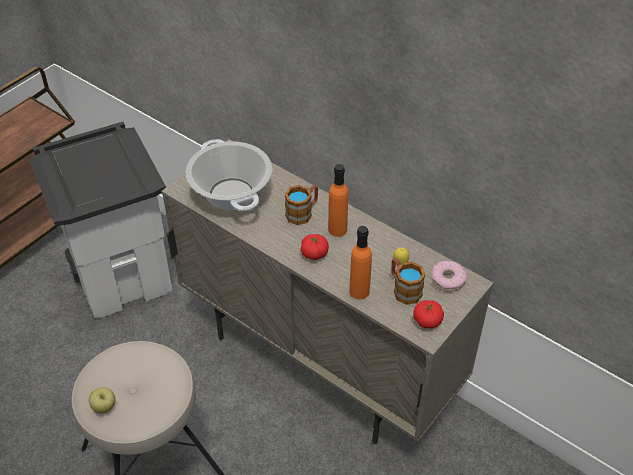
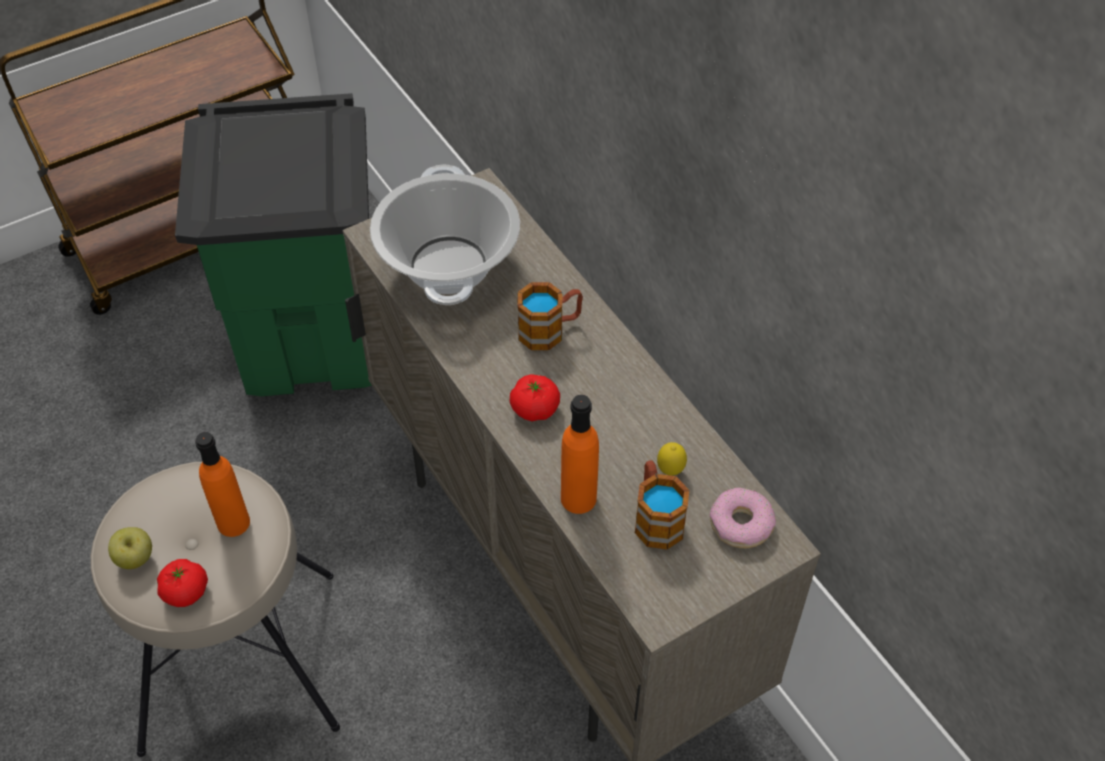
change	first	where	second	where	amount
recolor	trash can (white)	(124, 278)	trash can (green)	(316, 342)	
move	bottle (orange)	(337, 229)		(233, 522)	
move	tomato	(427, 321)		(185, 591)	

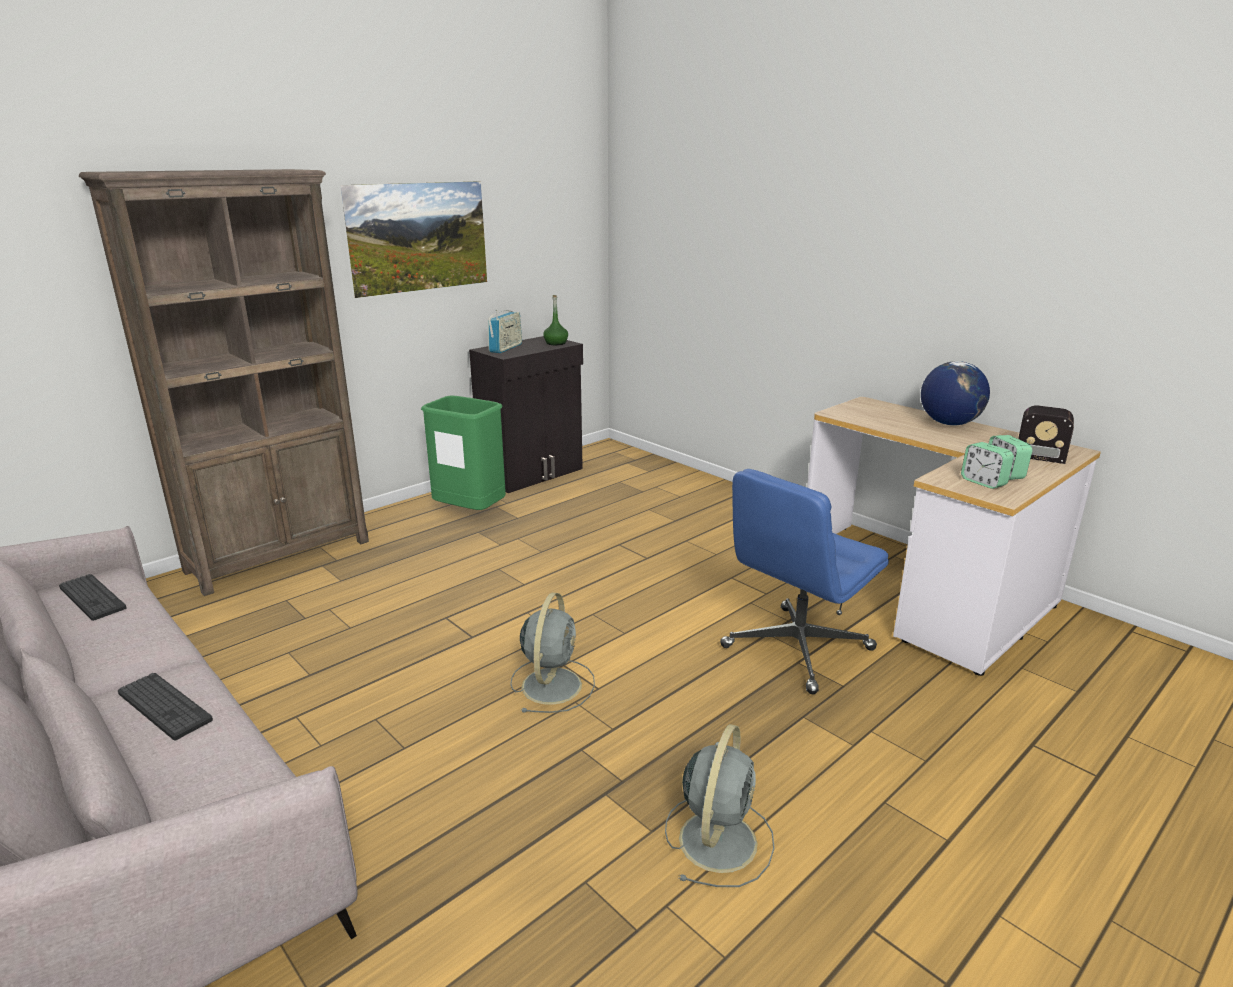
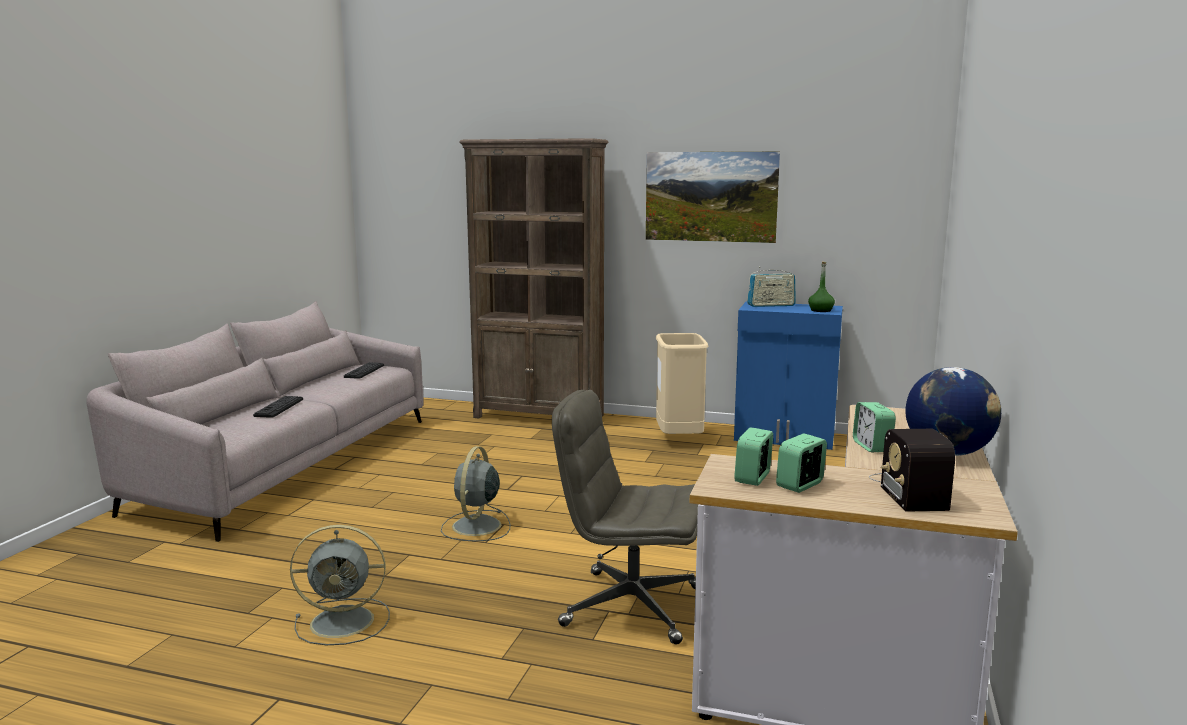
change	first	where	second	where	amount
recolor	cabinet (black)	(533, 474)	cabinet (blue)	(785, 437)	
recolor	trash can (green)	(469, 512)	trash can (beige)	(678, 439)	
recolor	office chair (blue)	(796, 649)	office chair (grey)	(630, 606)	
rotate	fan (grey)	(552, 684)		(476, 527)	120 degrees clockwise
insert			alarm clock	(872, 446)	

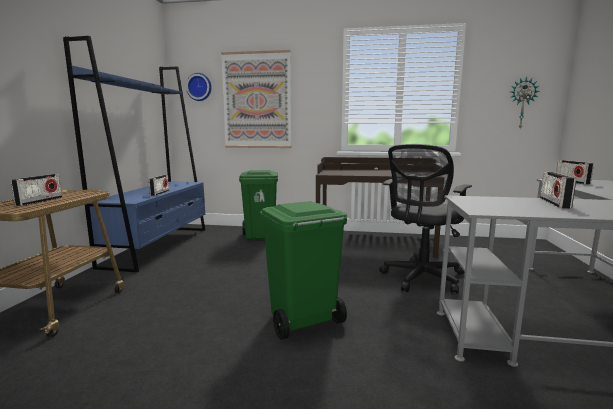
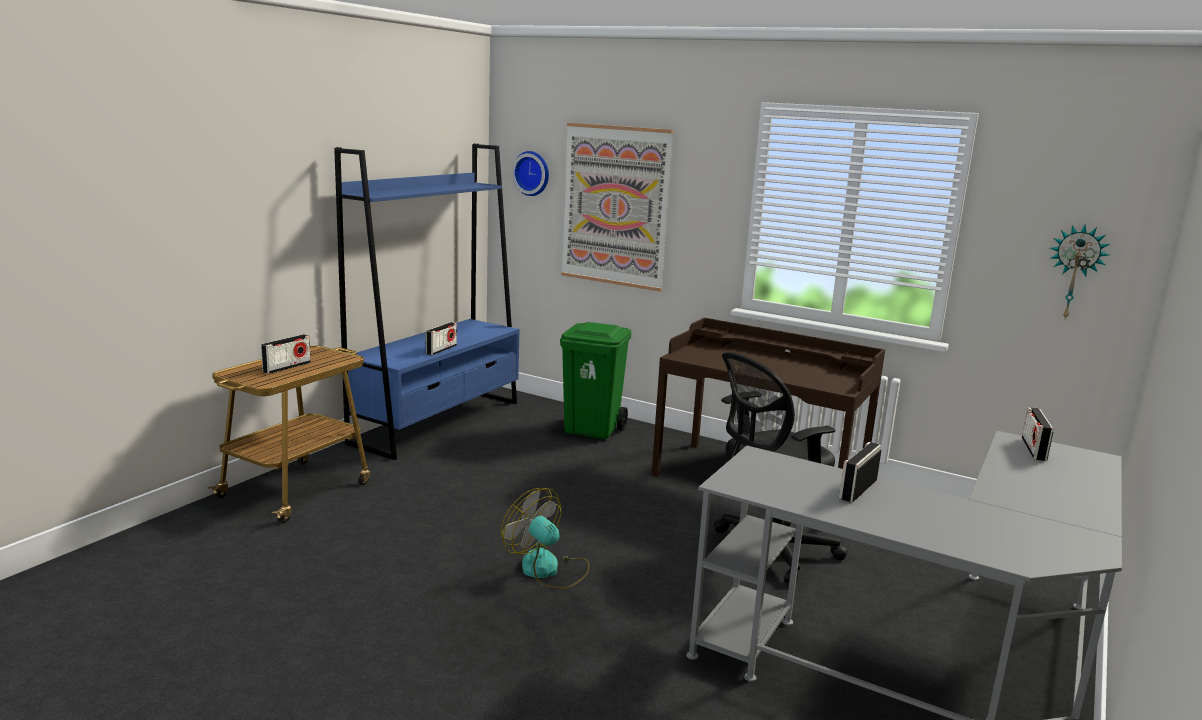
change	first	where	second	where	amount
replace	trash can (green)	(302, 321)	fan	(548, 570)	

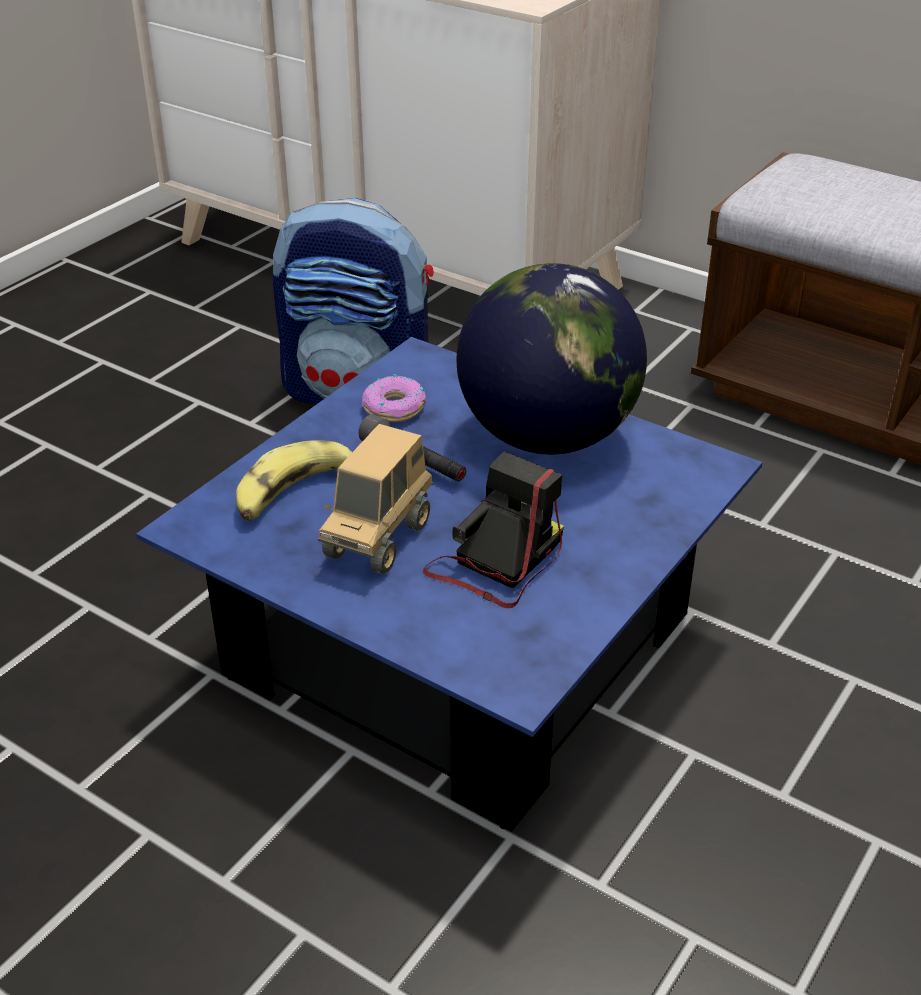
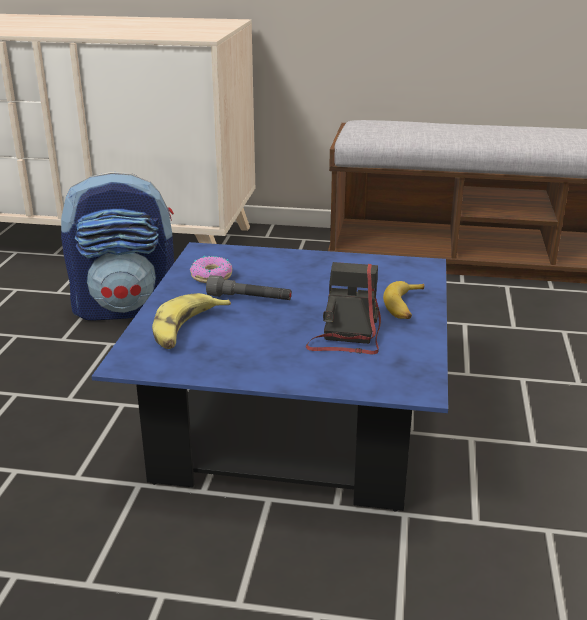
change	first	where	second	where	amount
delete	globe	(547, 438)			
delete	toy truck	(378, 539)			
insert			banana	(405, 307)	

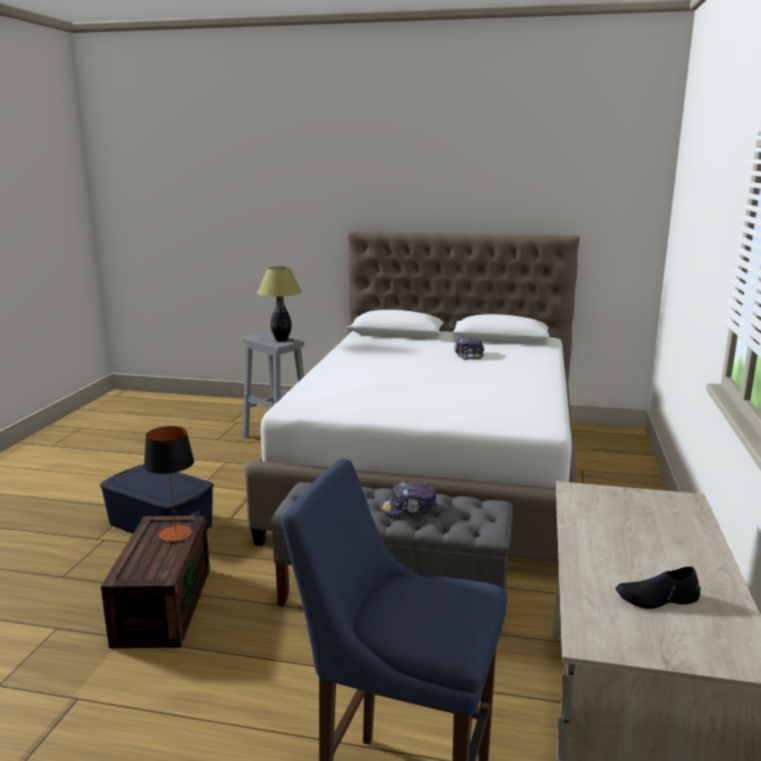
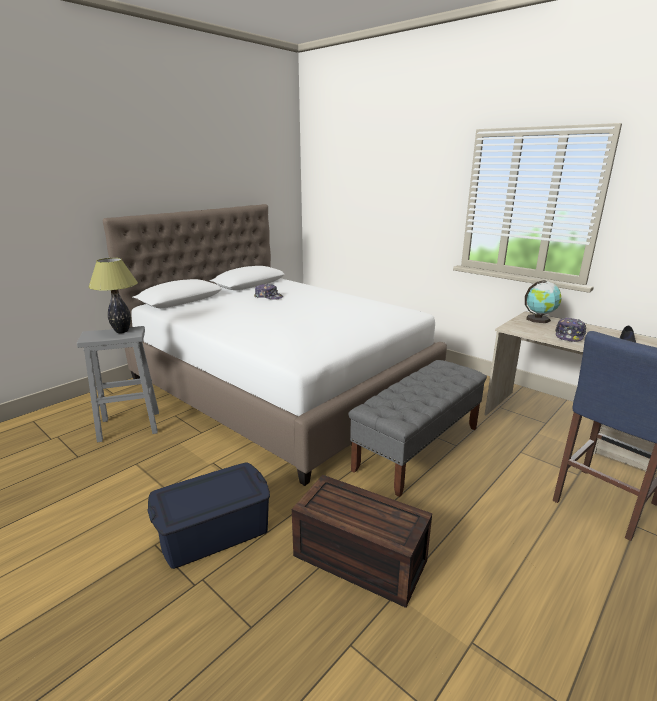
change	first	where	second	where	amount
delete	table lamp	(175, 533)			
move	cap	(408, 508)		(569, 335)	
insert			globe	(539, 319)	

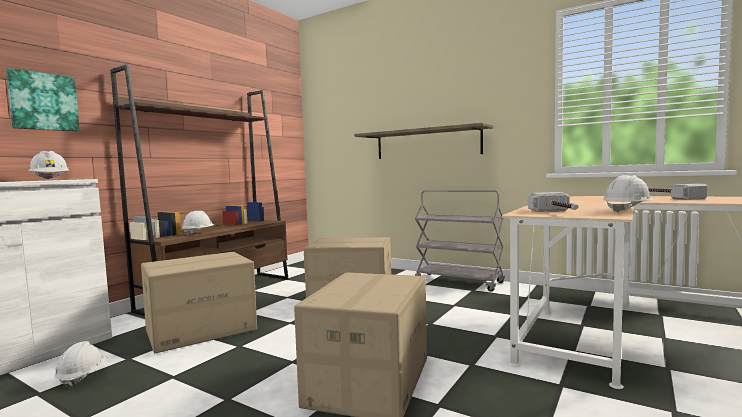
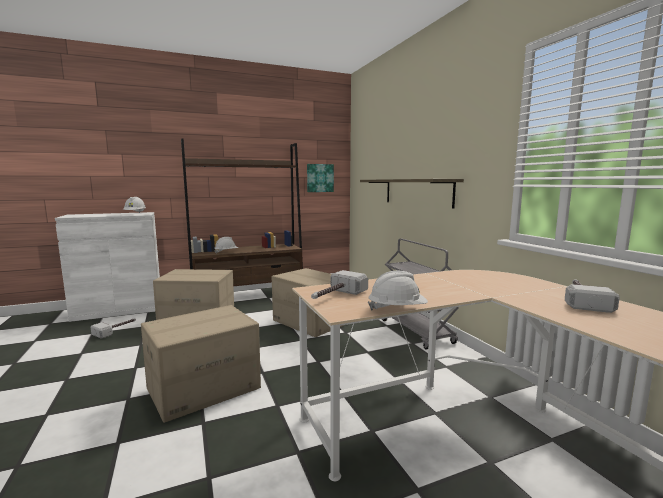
change	first	where	second	where	amount
move	picture	(43, 102)		(320, 178)	
replace	hard hat (white)	(82, 377)	hammer	(116, 330)	

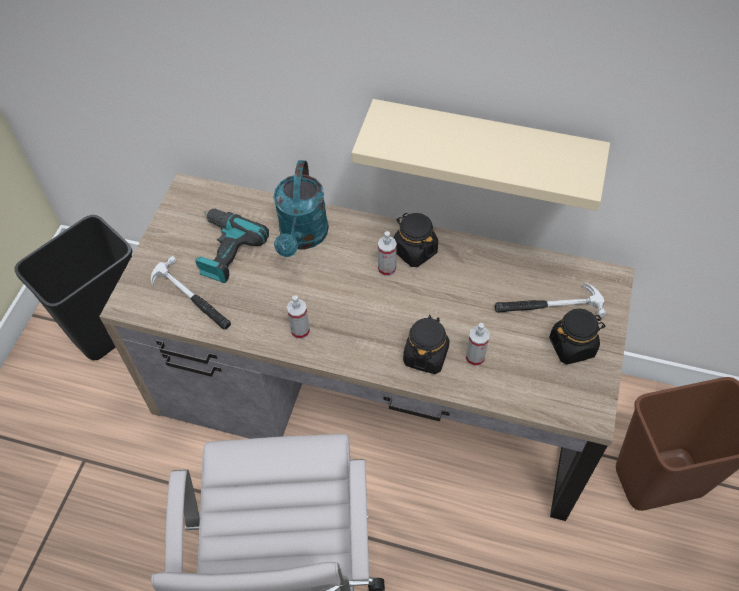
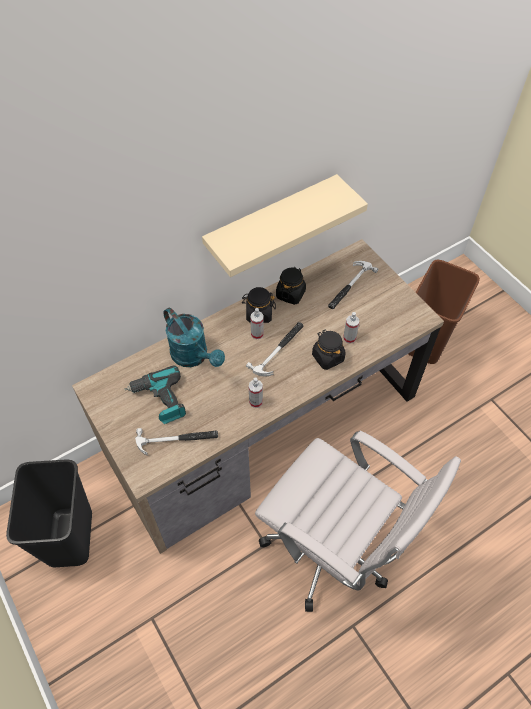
change	first	where	second	where	amount
move	jar (black)	(572, 346)		(290, 294)	
insert			hammer	(279, 350)	

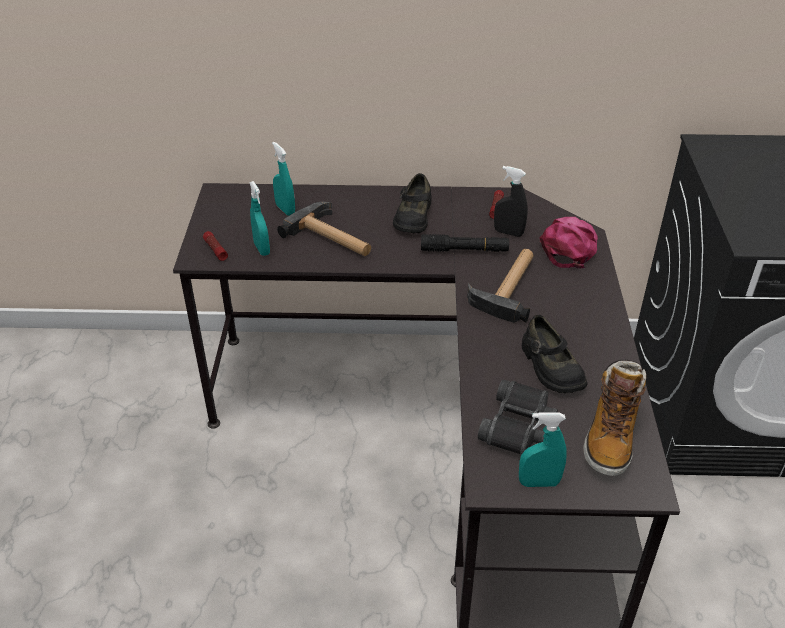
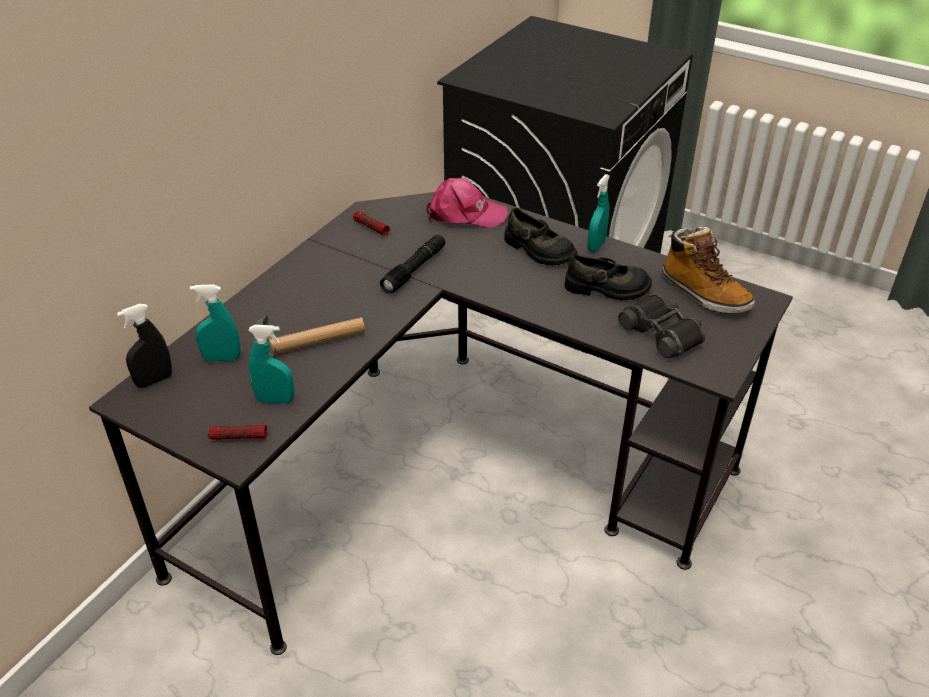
change	first	where	second	where	amount
move	spray bottle (black)	(508, 233)		(154, 380)	
move	shoe (black)	(413, 216)		(538, 250)	
rotate	cap (pink)	(569, 246)		(465, 214)	135 degrees clockwise
delete	hammer	(509, 287)			
move	spray bottle (turquoise)	(539, 483)		(596, 246)	

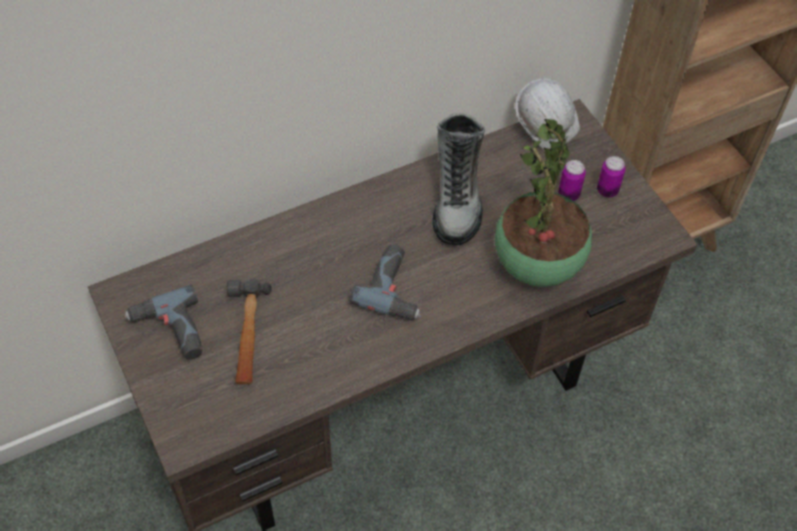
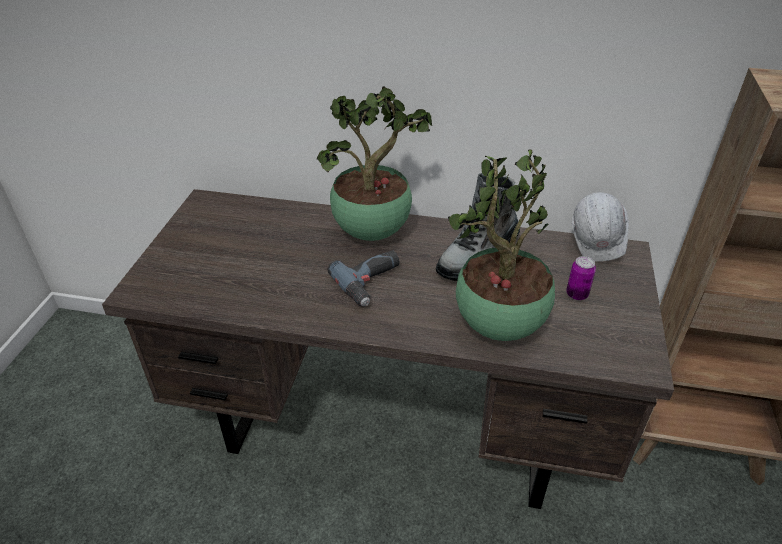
change	first	where	second	where	amount
delete	can	(607, 190)			
delete	hammer	(246, 335)			
delete	power drill	(169, 332)			
insert			potted plant	(374, 232)	

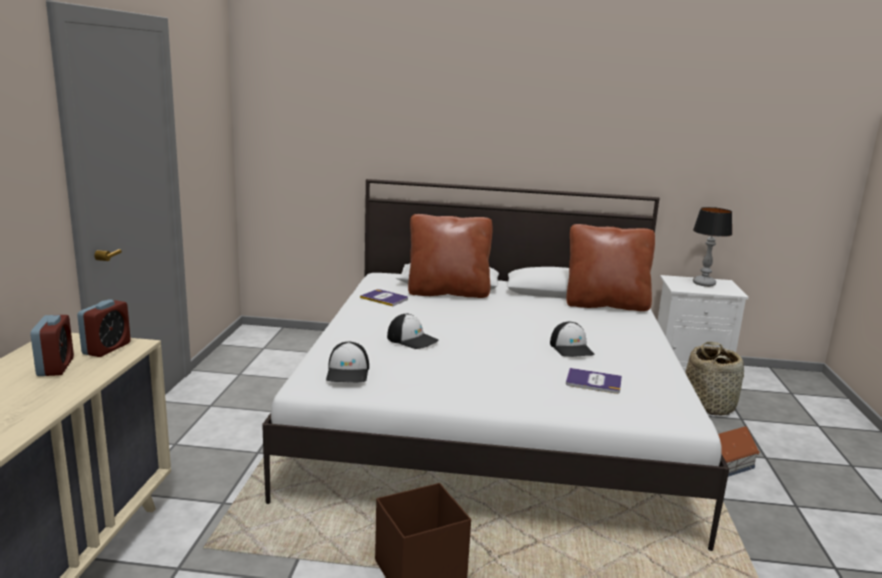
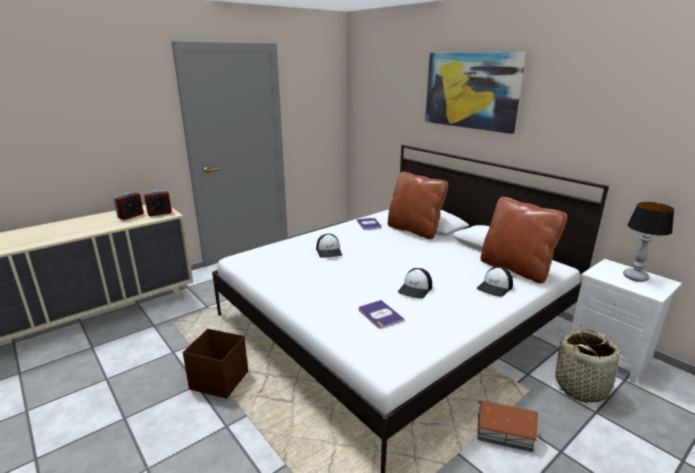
change	first	where	second	where	amount
move	cap	(348, 372)		(495, 287)	
insert			picture	(471, 90)	

